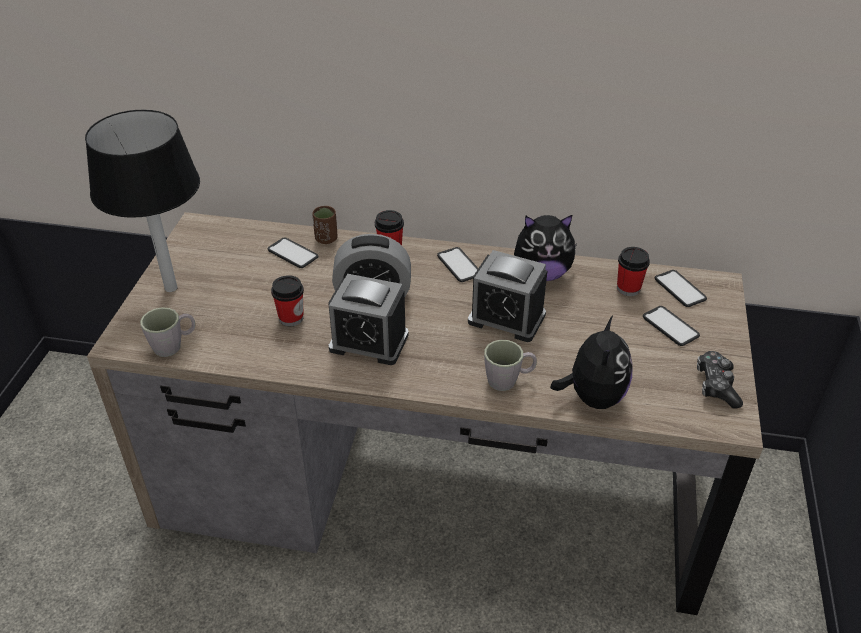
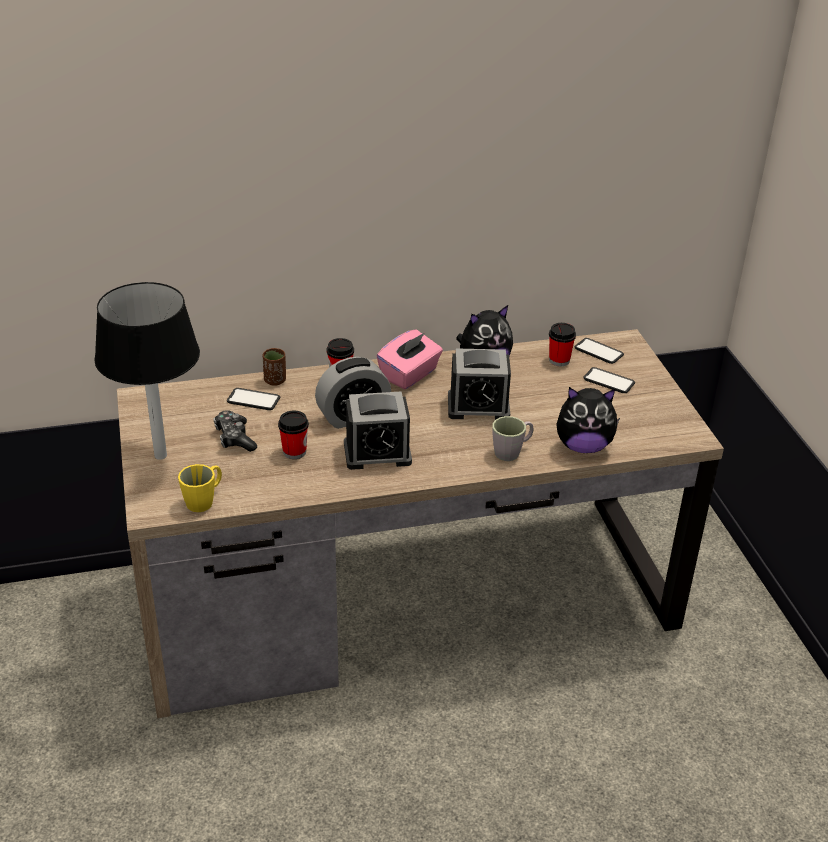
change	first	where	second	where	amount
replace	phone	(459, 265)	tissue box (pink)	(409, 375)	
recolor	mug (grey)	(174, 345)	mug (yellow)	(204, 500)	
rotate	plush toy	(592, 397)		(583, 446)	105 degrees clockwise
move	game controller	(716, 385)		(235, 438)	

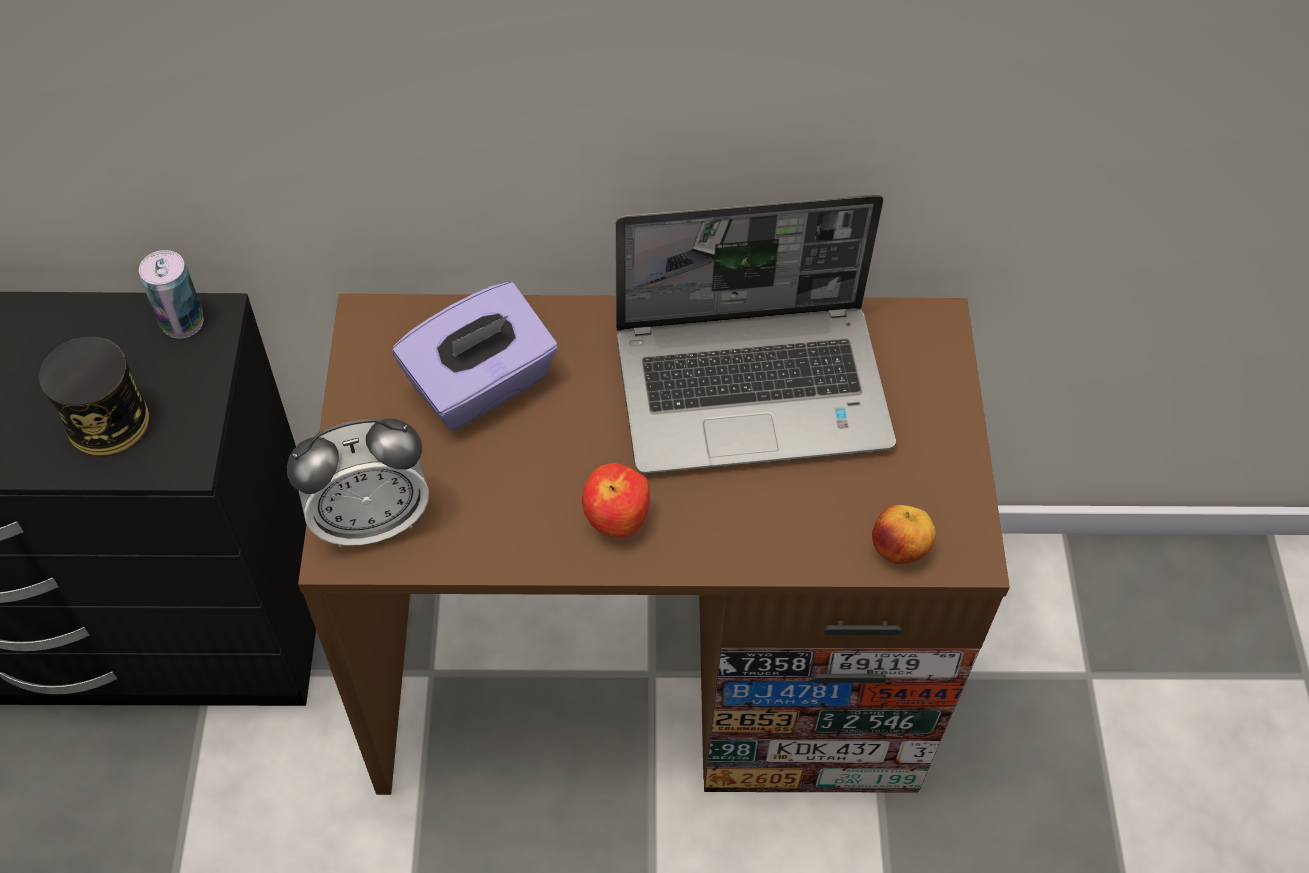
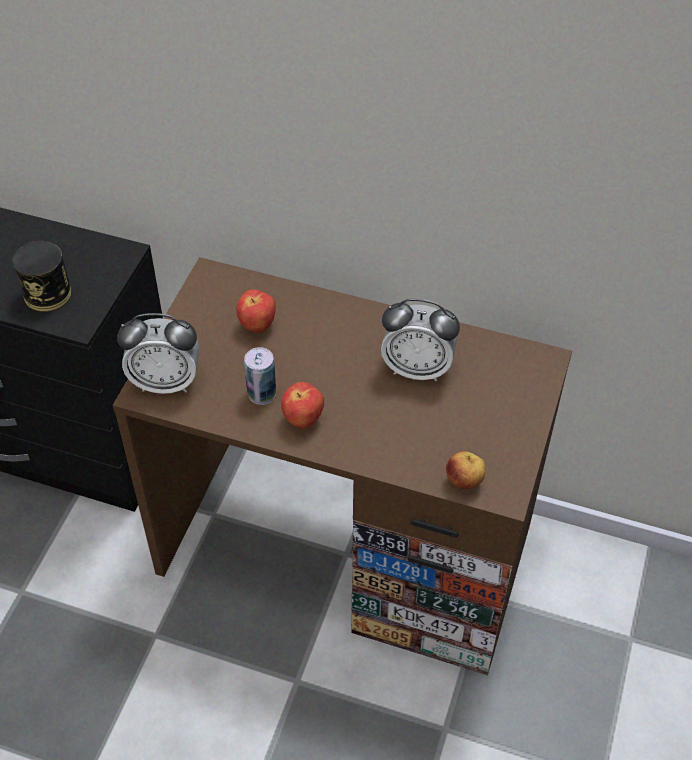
change	first	where	second	where	amount
replace	laptop	(755, 388)	alarm clock	(417, 368)	
move	can	(182, 322)		(261, 394)	
replace	tissue box (purple)	(481, 385)	apple	(257, 326)	

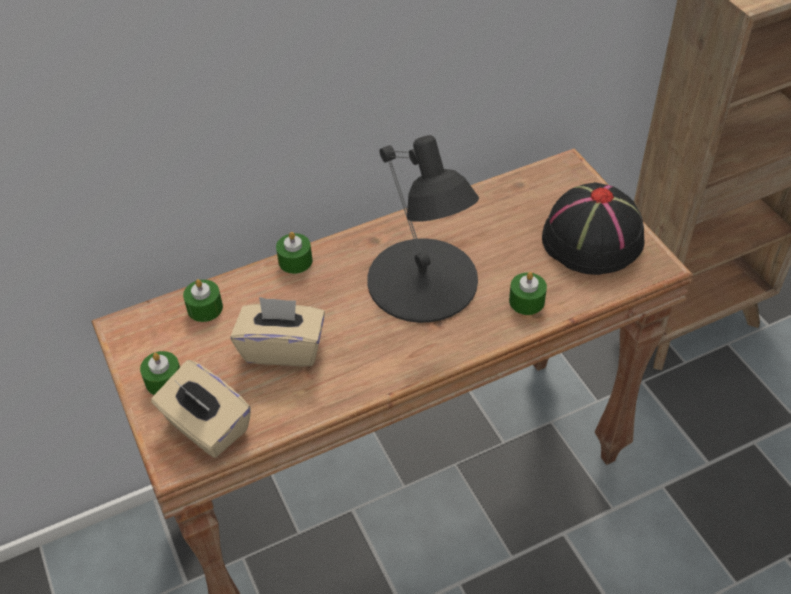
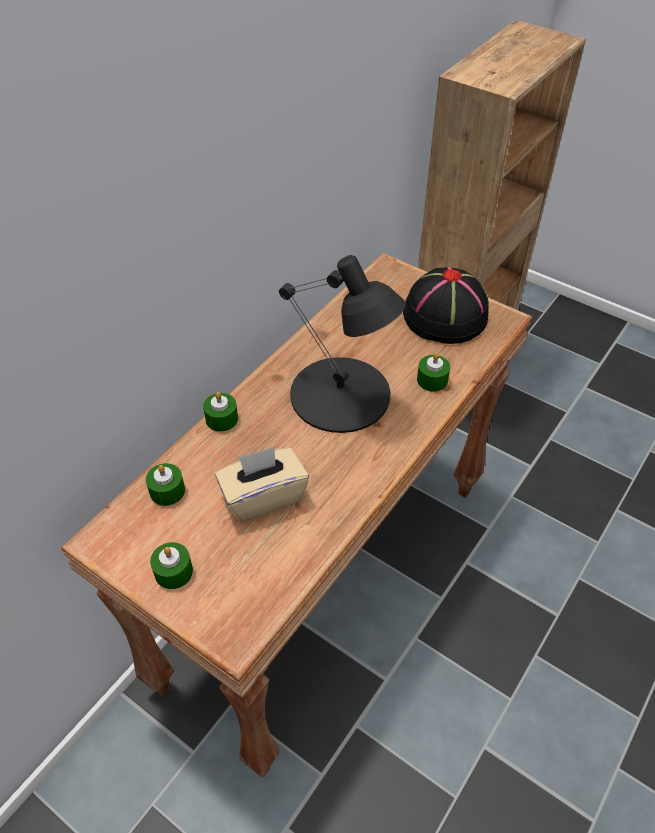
change	first	where	second	where	amount
delete	tissue box (beige)	(206, 427)			

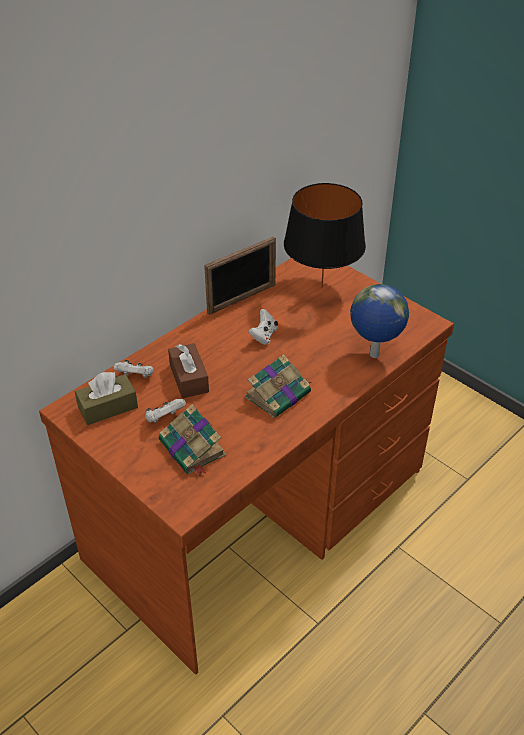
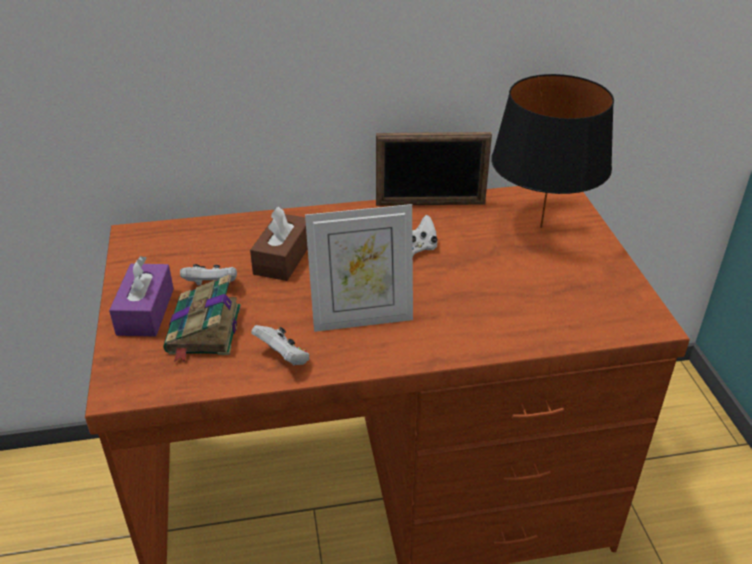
change	first	where	second	where	amount
delete	globe	(374, 355)			
replace	book	(279, 394)	picture frame	(362, 319)	
move	game controller (white)	(136, 377)		(283, 358)	
delete	tissue box (brown)	(108, 407)			
insert			tissue box (purple)	(145, 311)	

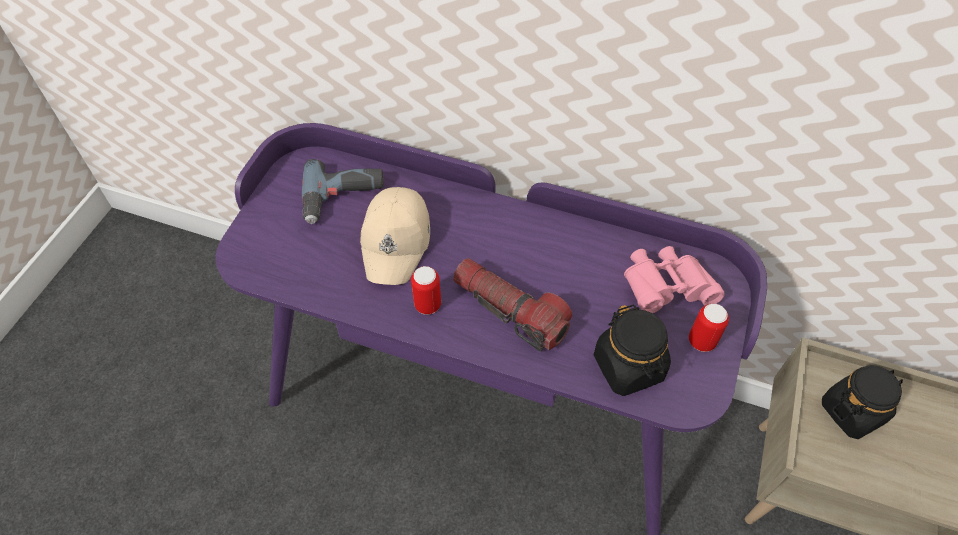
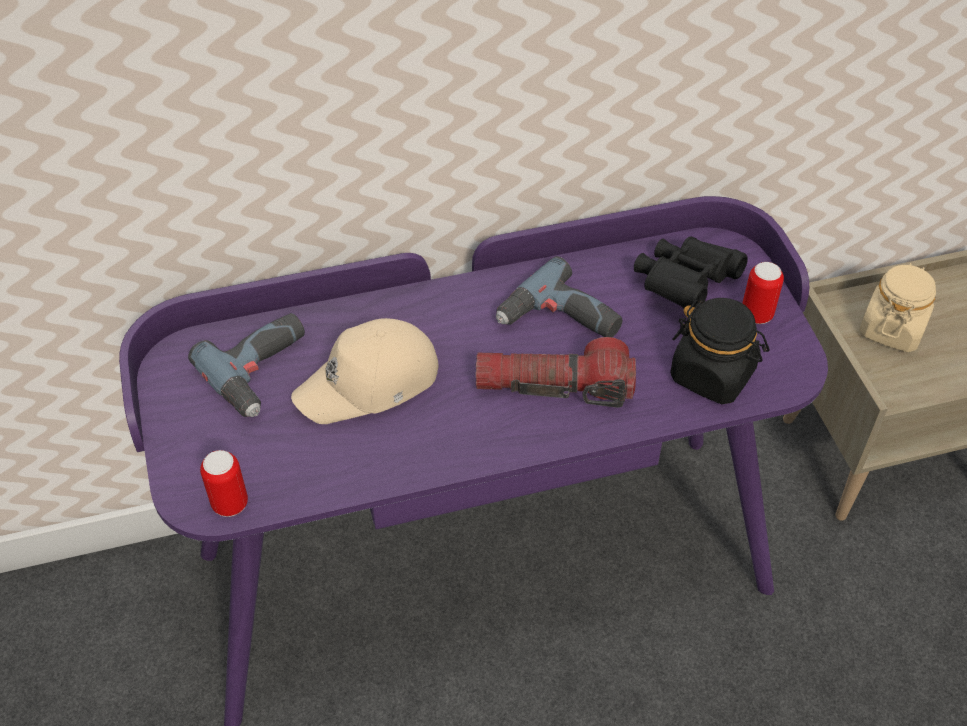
change	first	where	second	where	amount
rotate	cap (beige)	(397, 241)		(370, 383)	90 degrees clockwise
recolor	binoculars (pink)	(665, 289)	binoculars (black)	(684, 285)	
move	can	(427, 305)		(230, 503)	
recolor	jar (black)	(852, 411)	jar (beige)	(891, 329)	
insert			power drill	(559, 321)	

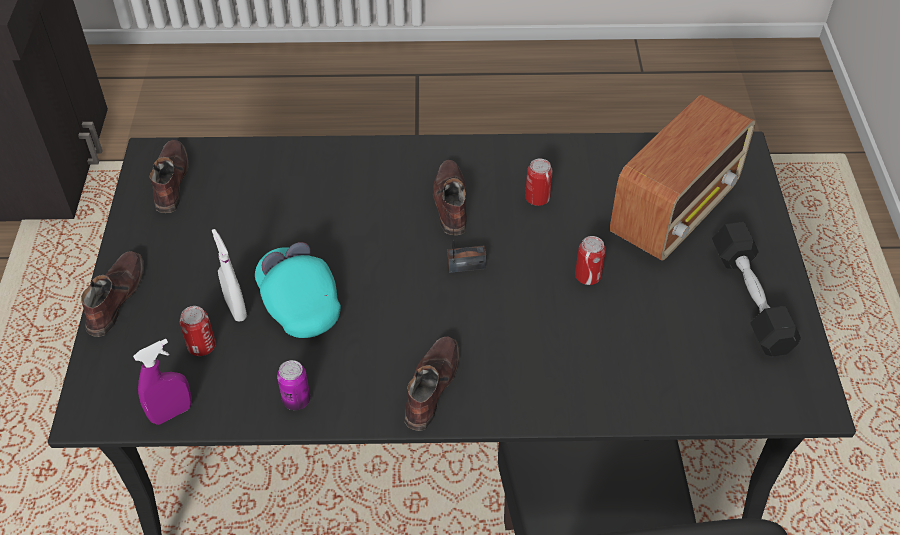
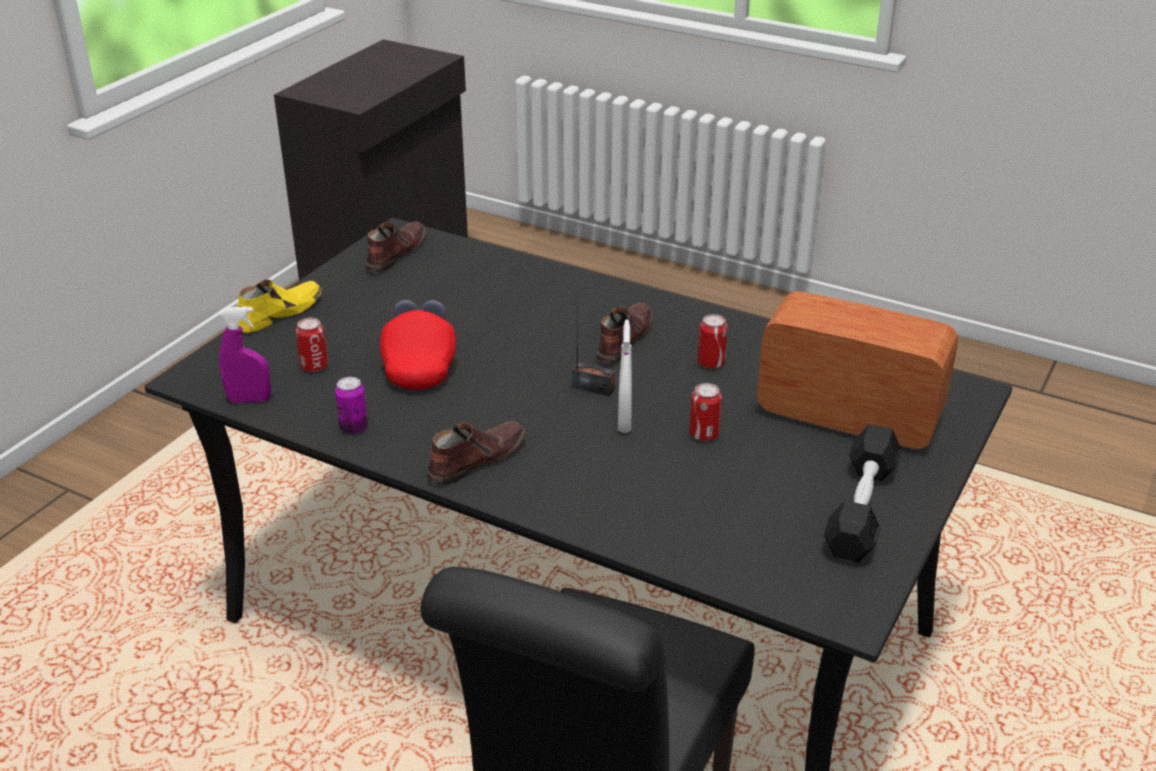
change	first	where	second	where	amount
rotate	radio	(675, 211)		(846, 416)	135 degrees counterclockwise
move	spray bottle (white)	(236, 309)		(624, 422)	
recolor	cap (turquoise)	(299, 303)	cap (red)	(420, 365)	
recolor	shoe (brown)	(115, 298)	shoe (yellow)	(279, 313)	

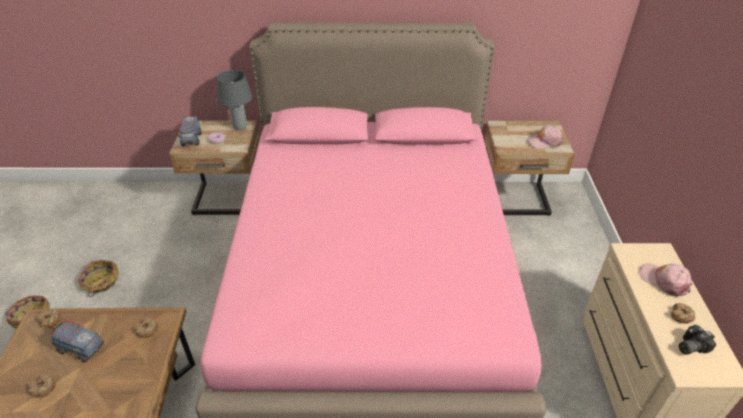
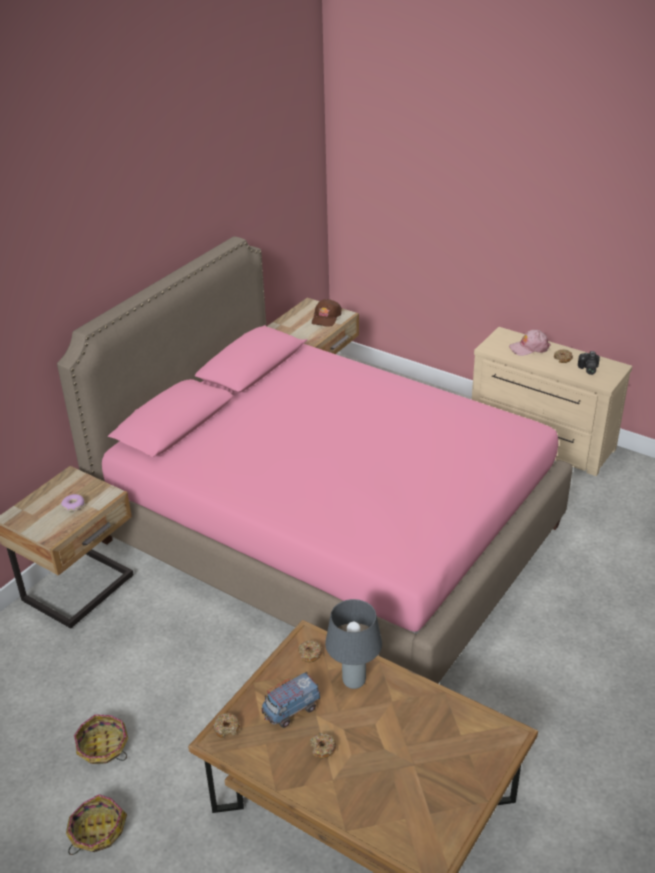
change	first	where	second	where	amount
move	table lamp (grey)	(240, 127)		(353, 681)	
delete	toy truck	(191, 140)			
recolor	cap (pink)	(544, 141)	cap (brown)	(326, 318)	

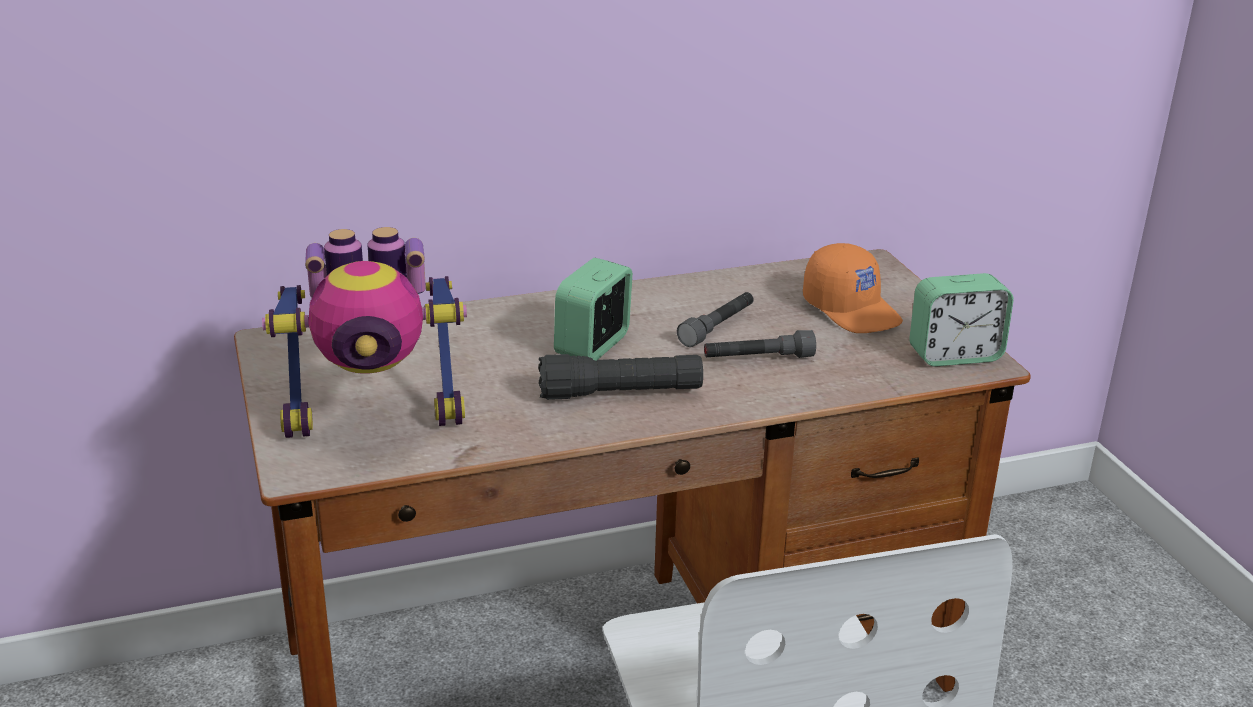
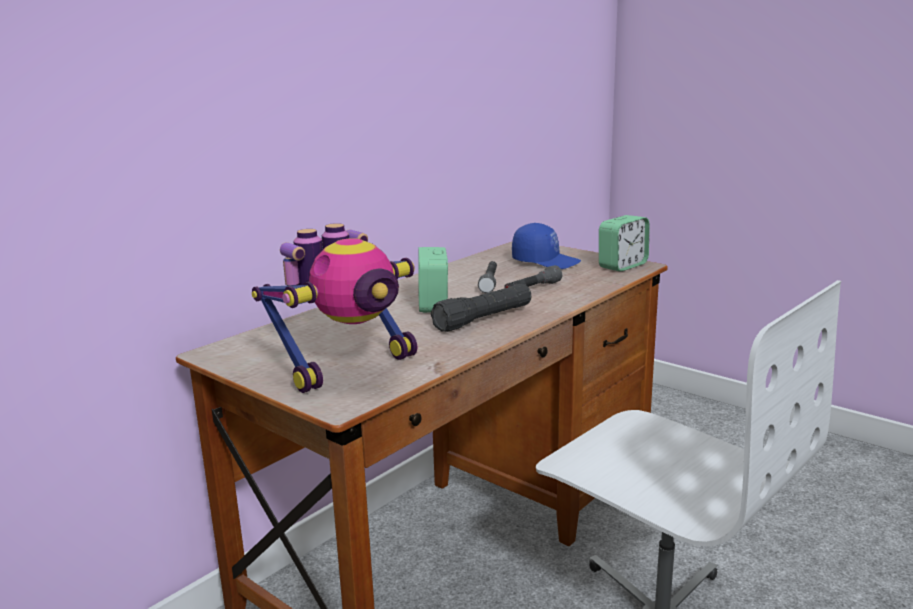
change	first	where	second	where	amount
recolor	cap (orange)	(852, 309)	cap (blue)	(545, 261)	

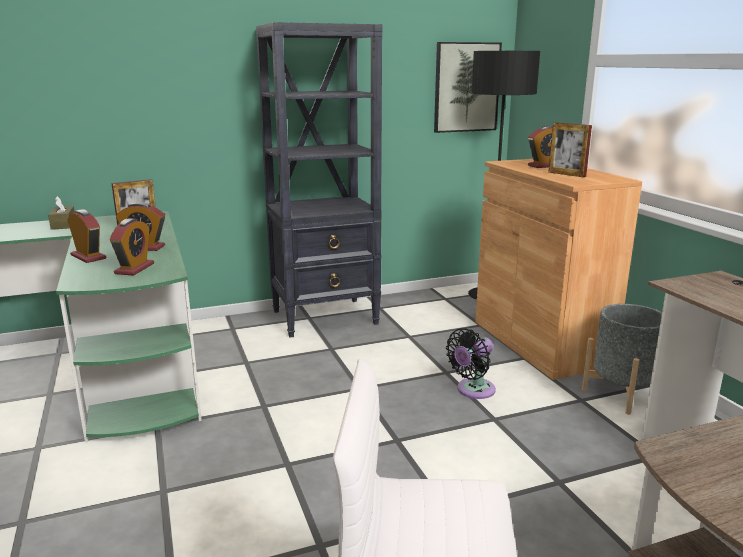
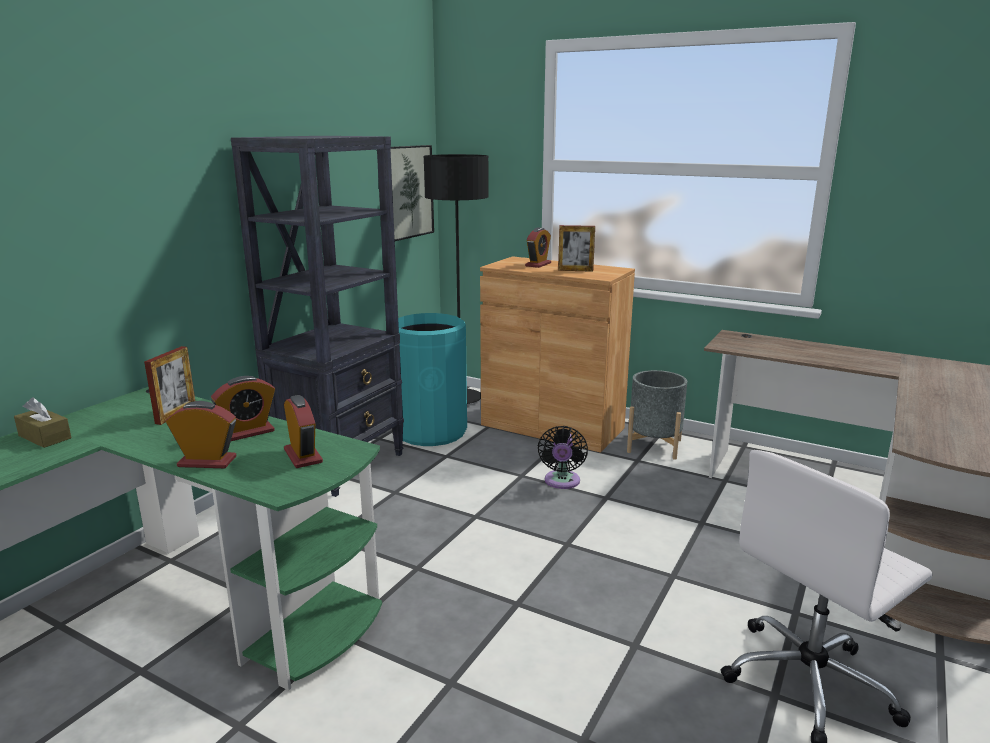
change	first	where	second	where	amount
insert			trash can (turquoise)	(431, 431)	

